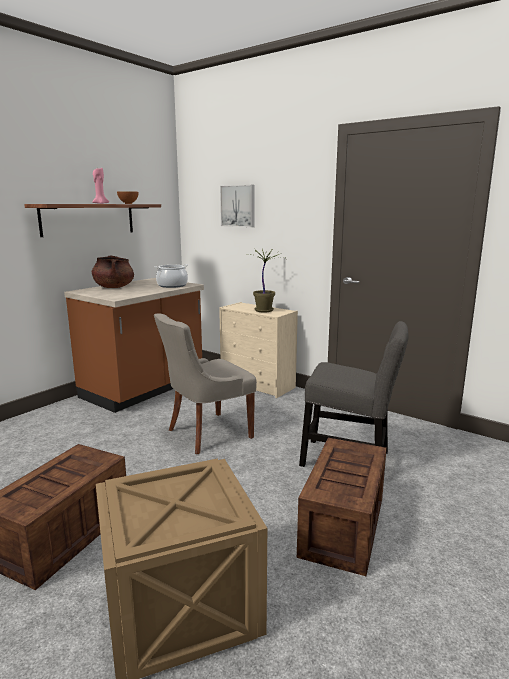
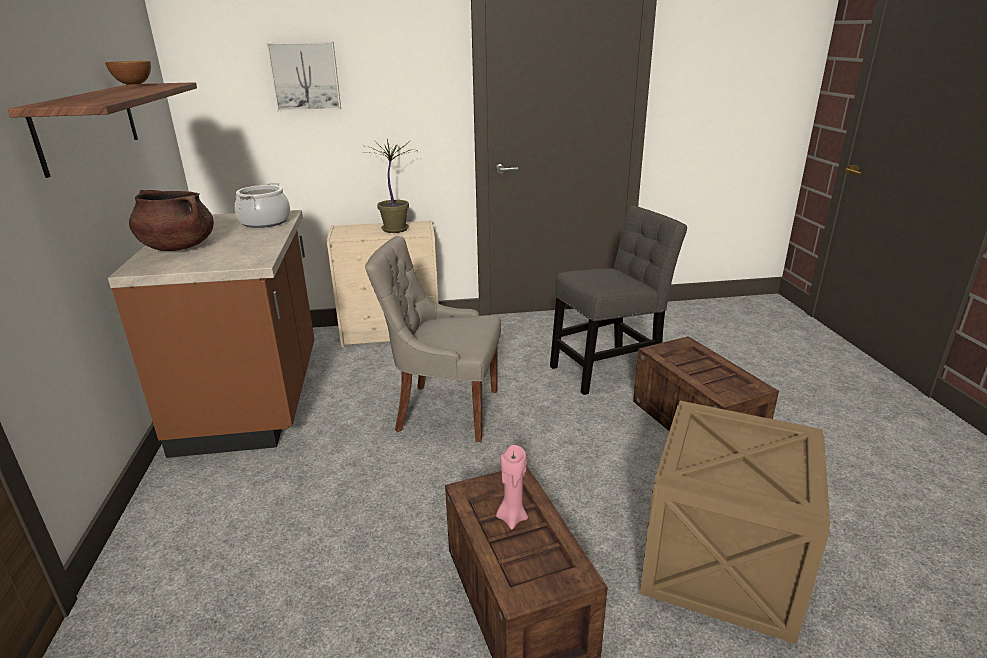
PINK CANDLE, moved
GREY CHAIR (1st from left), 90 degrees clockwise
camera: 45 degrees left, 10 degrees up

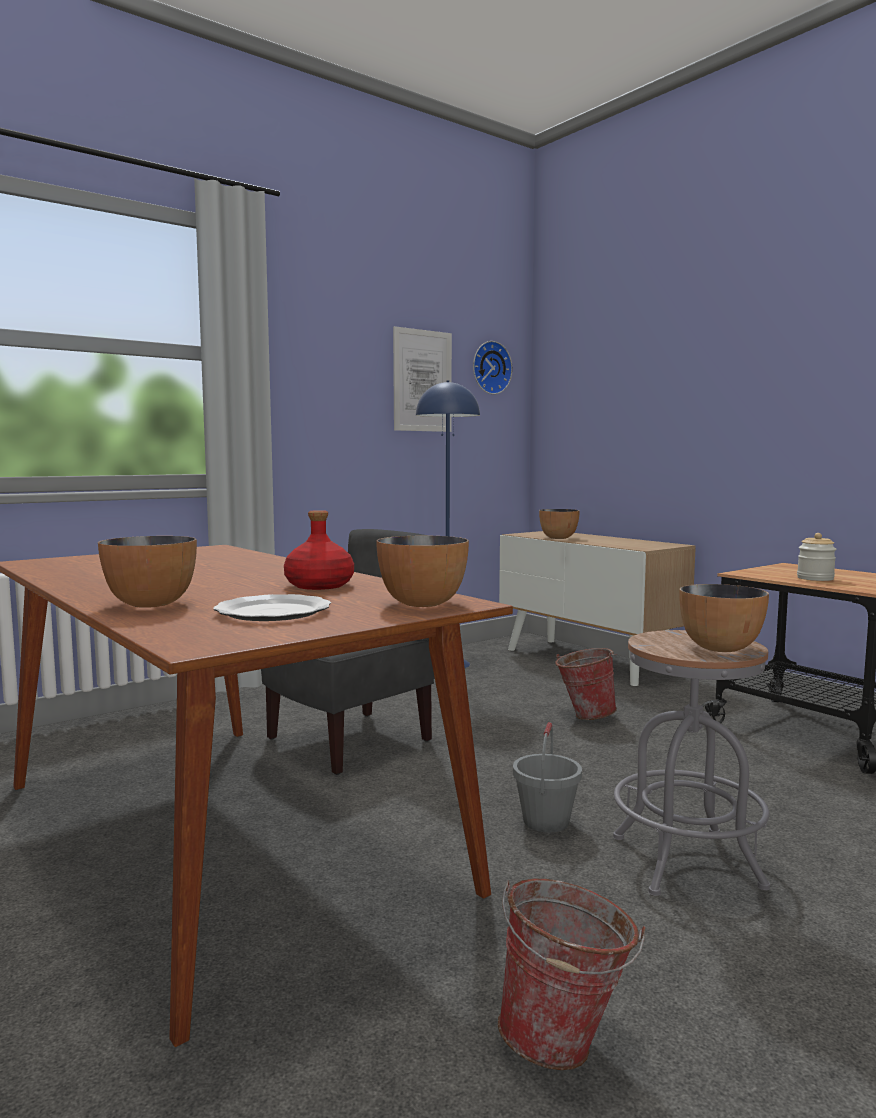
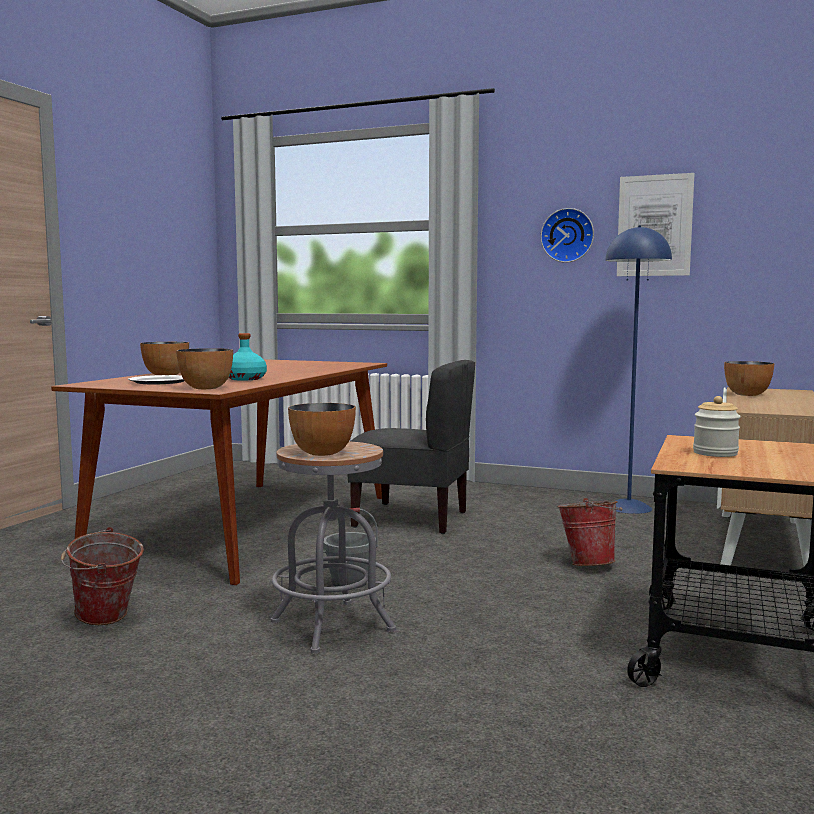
RED BOTTLE → TURQUOISE BOTTLE
WALL CLOCK, moved
camera: 60 degrees right, 0 degrees up

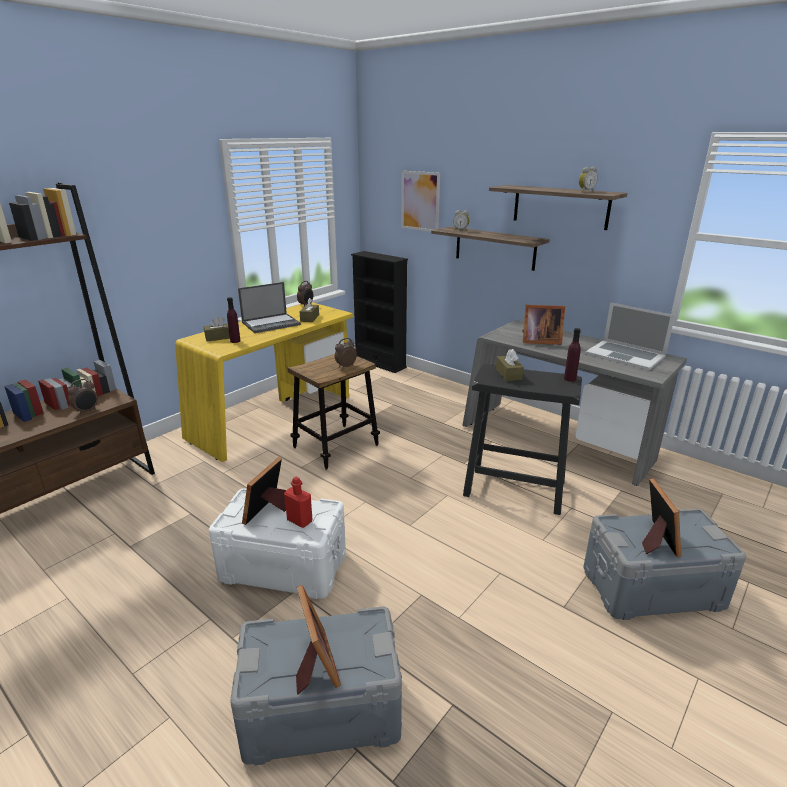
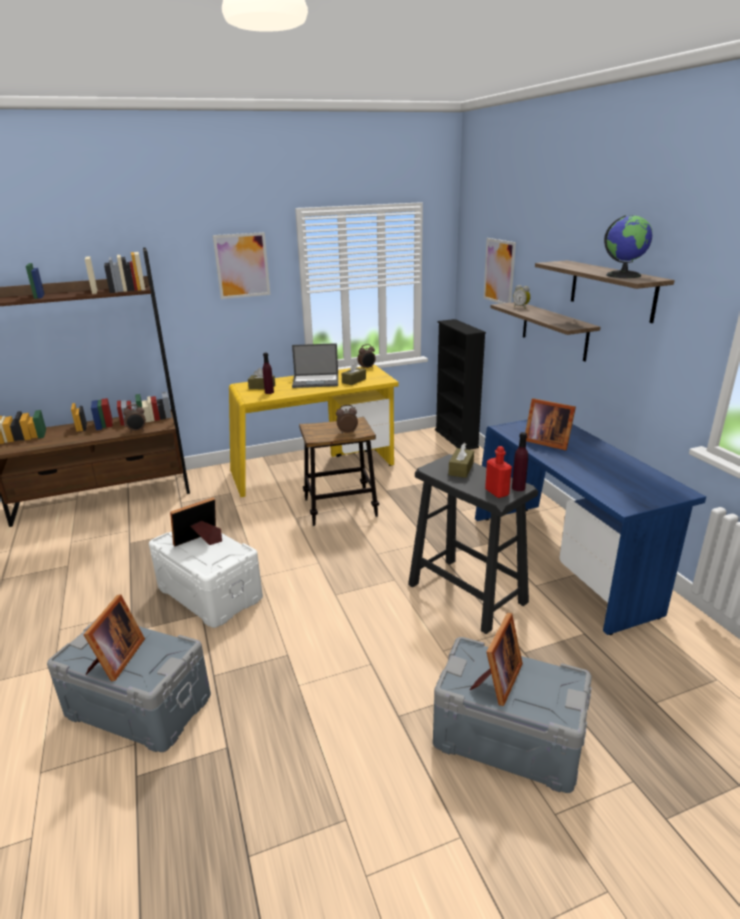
RED BOTTLE, moved
GREY DESK → BLUE DESK
ALARM CLOCK (5th from left) → GLOBE
LAPTOP (2nd from left) → -
- → PICTURE (1st from left)
camera: 30 degrees right, 0 degrees up

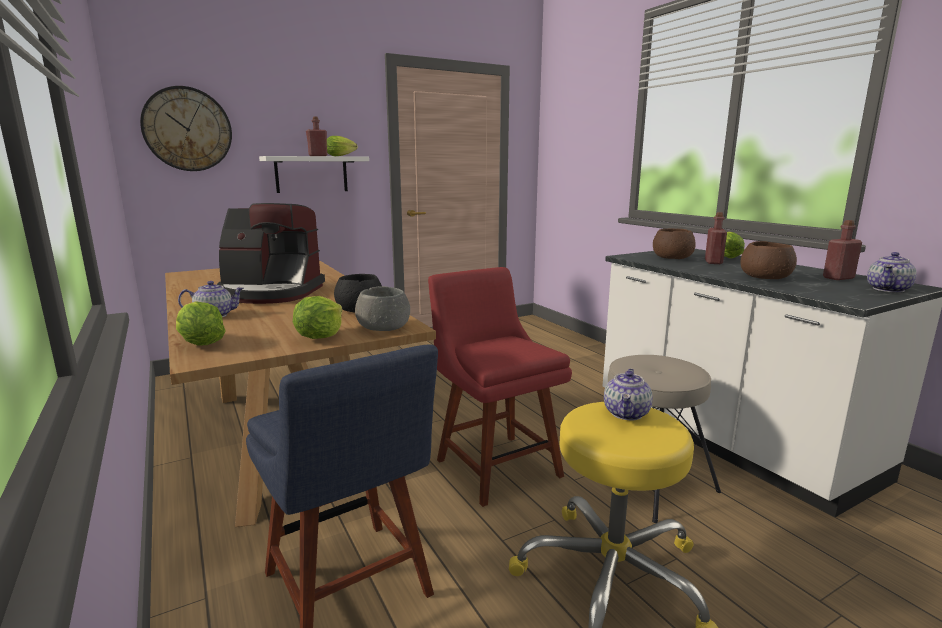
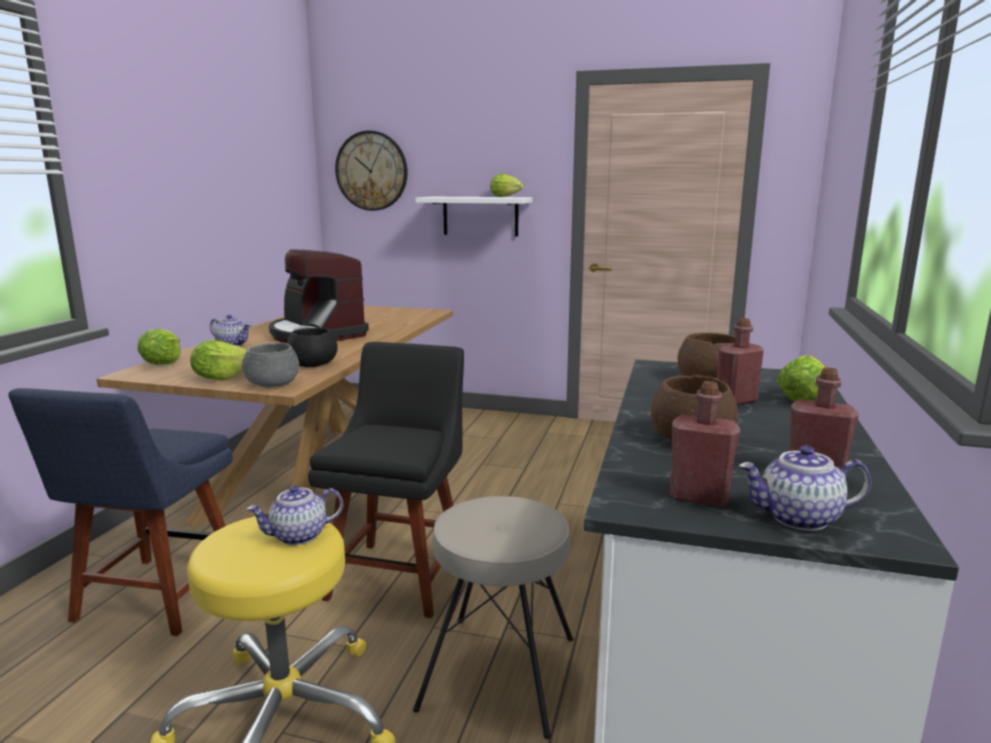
RED BOTTLE (1st from left), moved
RED CHAIR → BLACK CHAIR
camera: 45 degrees right, 0 degrees up

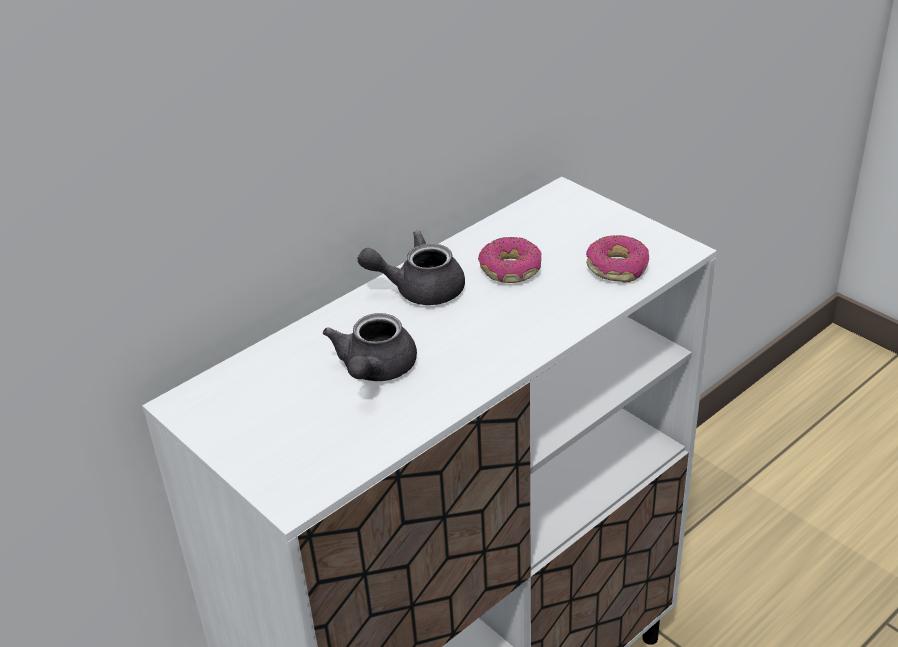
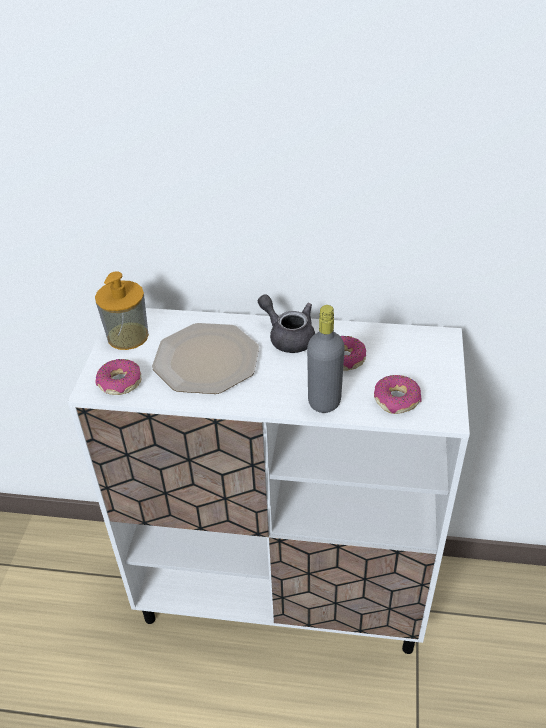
GREY TEAPOT (1st from left) → PLATE
- → SOAP DISPENSER
- → DONUT (1st from left)
- → GREY BOTTLE
camera: 50 degrees right, 5 degrees up

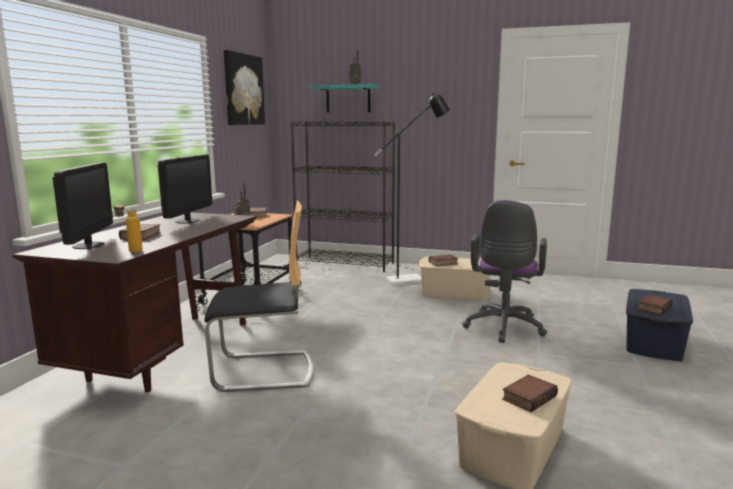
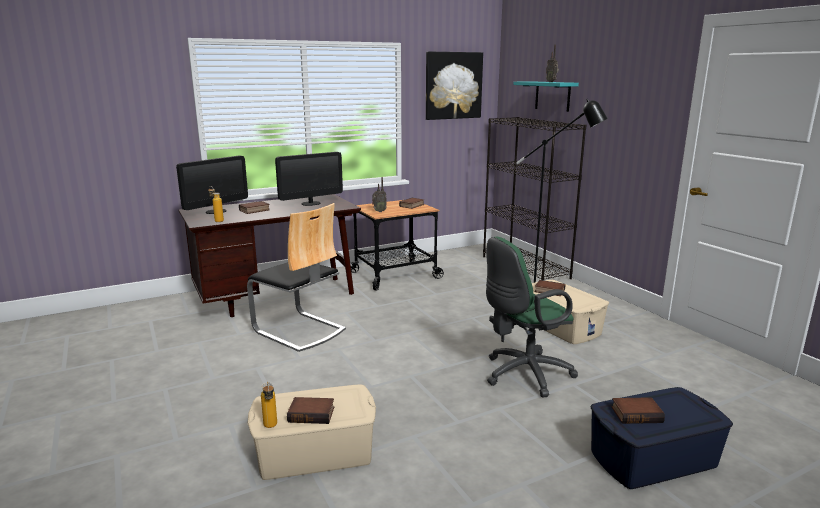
PURPLE OFFICE CHAIR → GREEN OFFICE CHAIR
- → BOTTLE (2nd from left)
camera: 45 degrees right, 5 degrees up

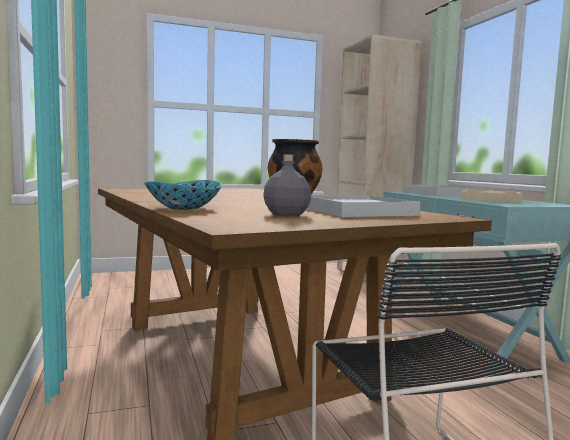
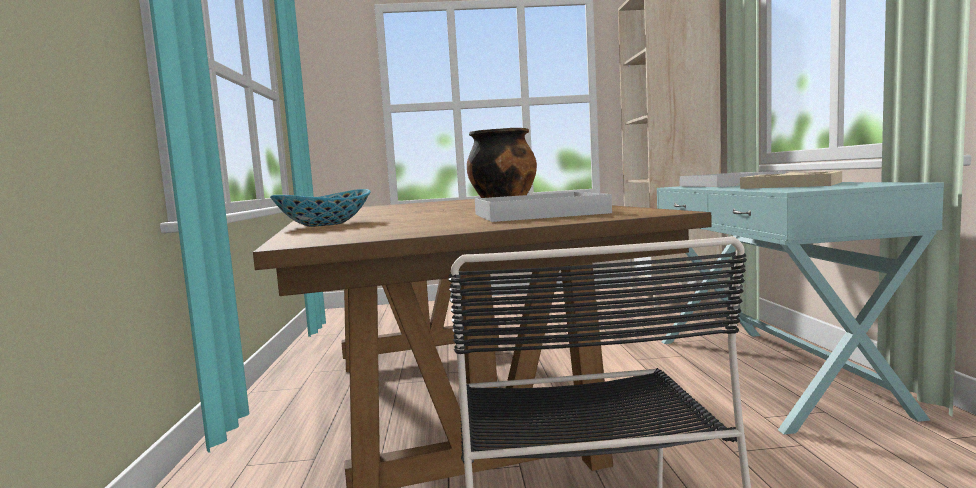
GREY BOTTLE → -
camera: 15 degrees right, 0 degrees up

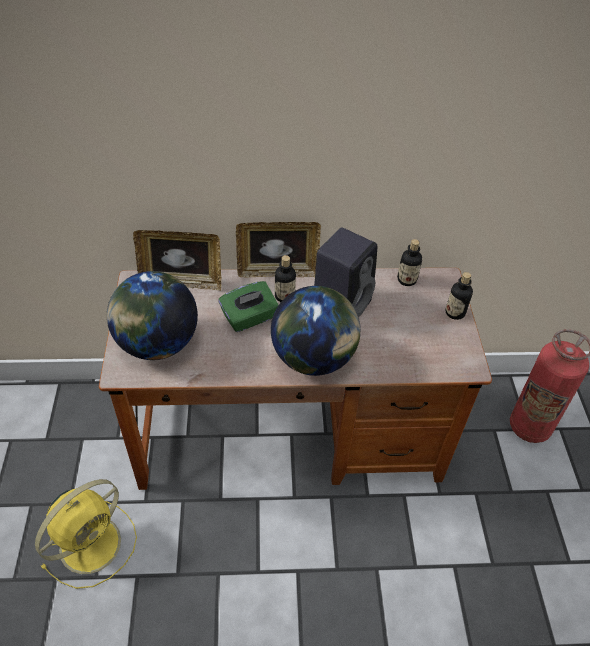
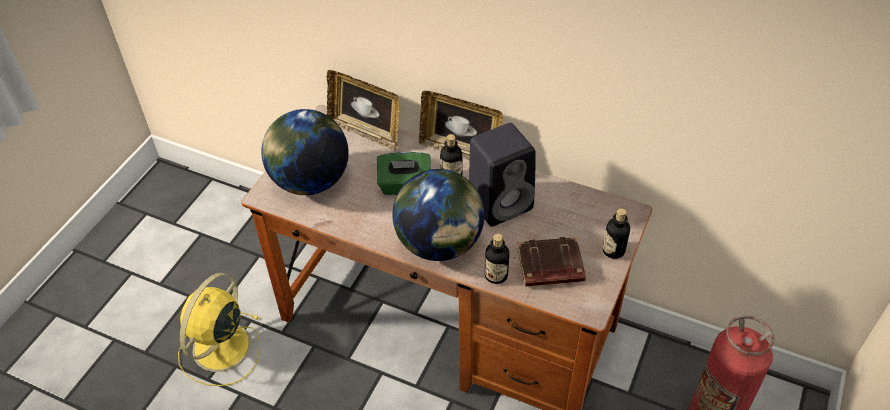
YELLOW FAN, 135 degrees clockwise
BOTTLE (2nd from left), moved
- → BROWN BOOK
camera: 30 degrees right, 0 degrees up

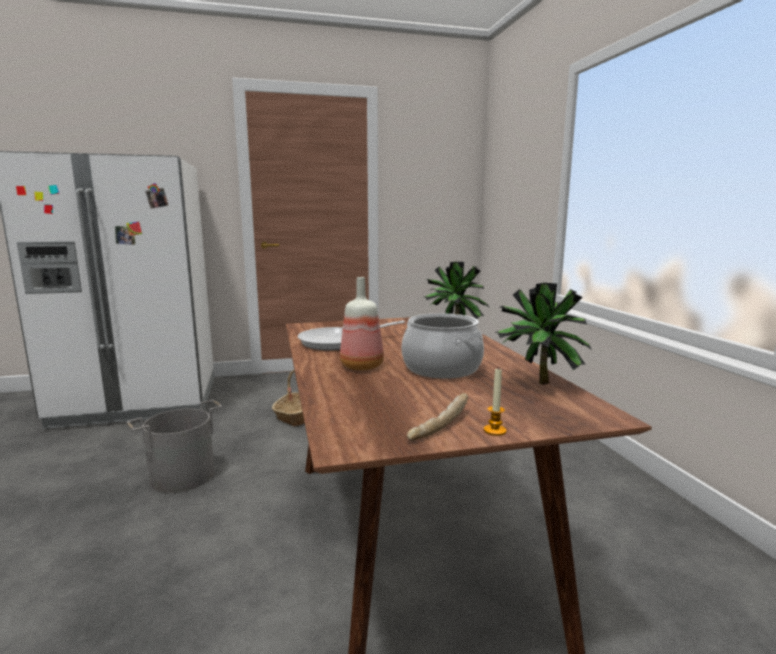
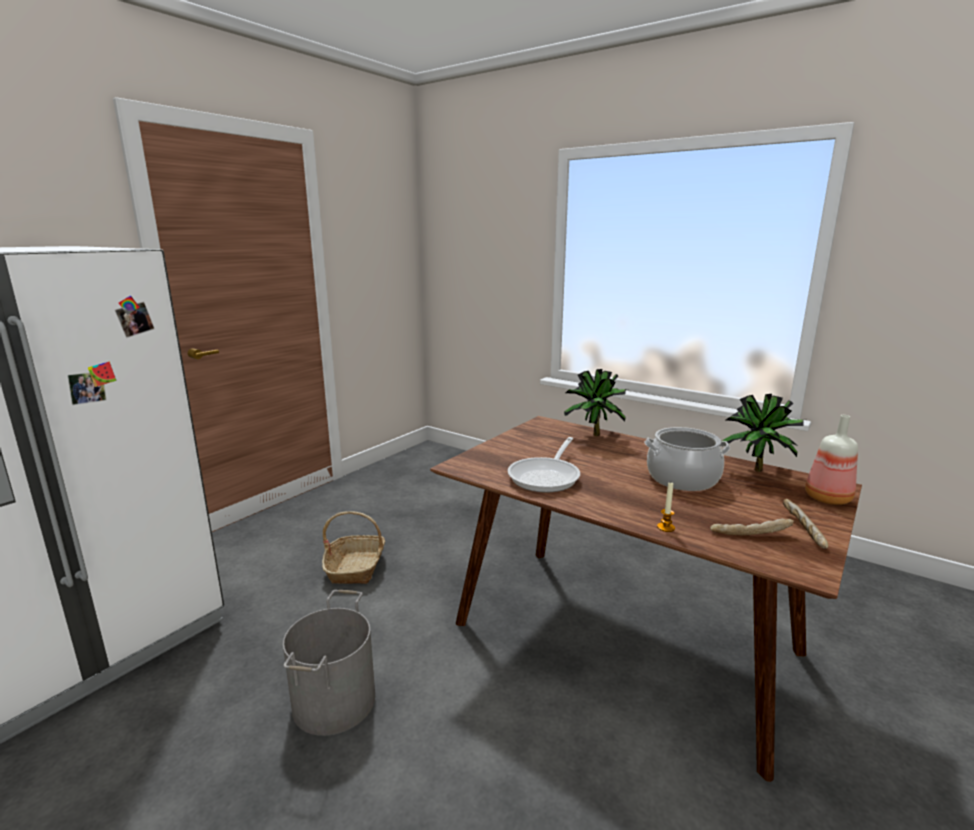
BOTTLE, moved
CANDLE, moved
- → BREAD (1st from left)
camera: 40 degrees left, 5 degrees up

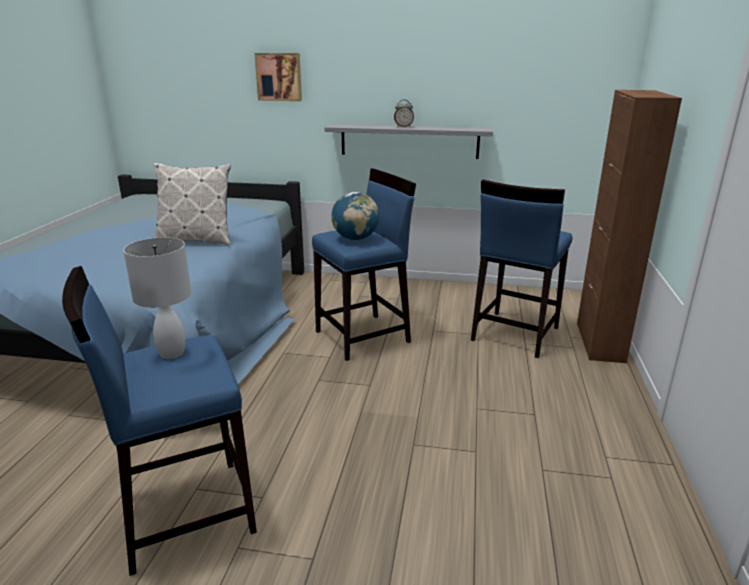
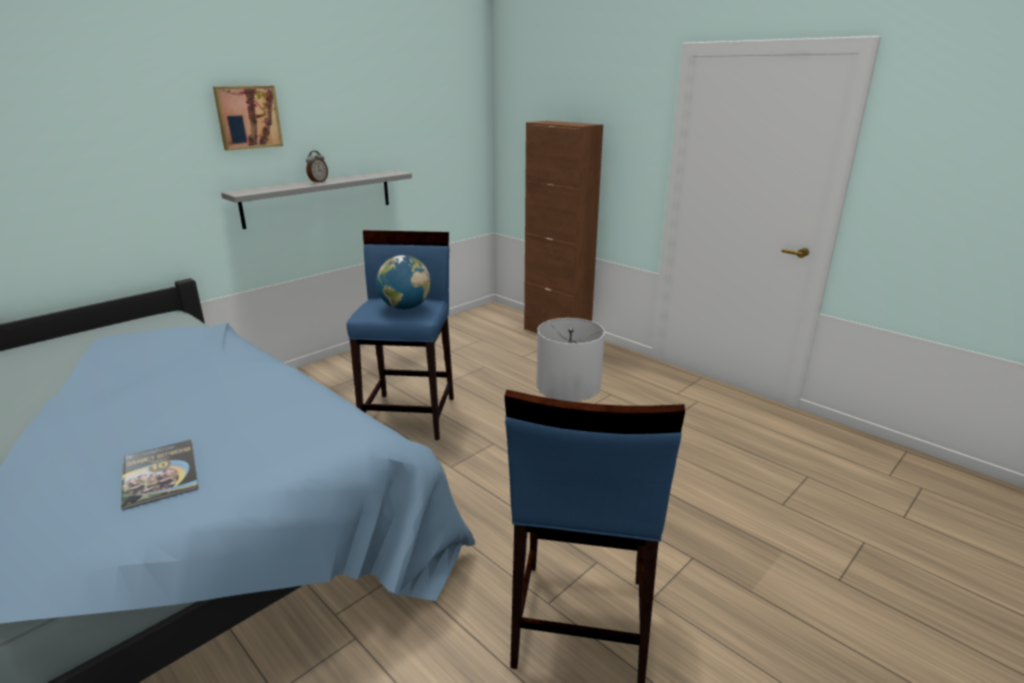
PILLOW → -
PICTURE, moved
BLUE STOOL (3rd from left) → -
- → BOOK
camera: 55 degrees left, 0 degrees up

